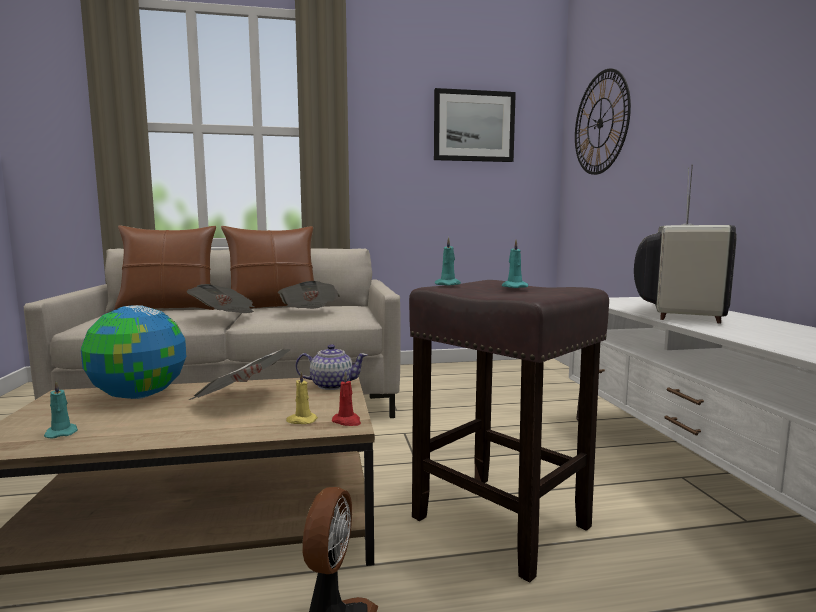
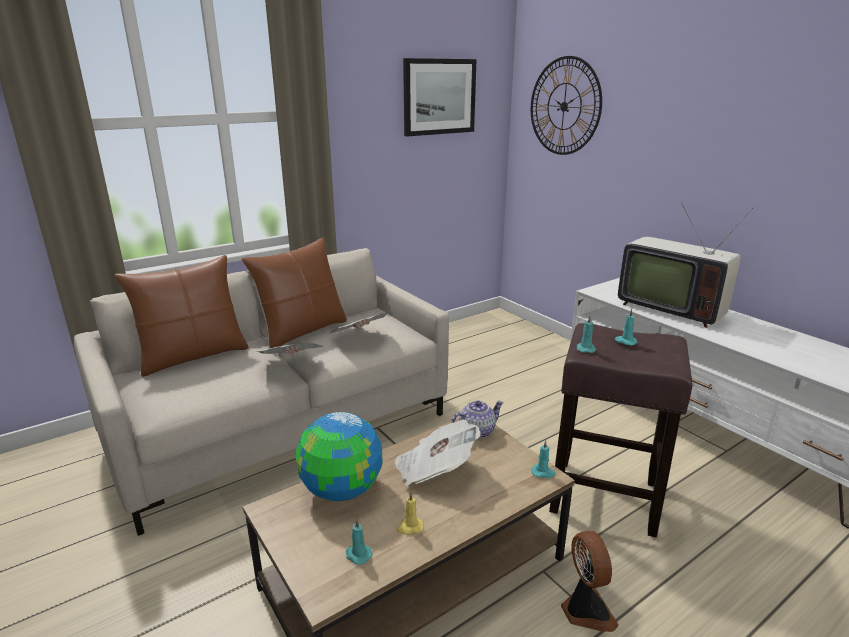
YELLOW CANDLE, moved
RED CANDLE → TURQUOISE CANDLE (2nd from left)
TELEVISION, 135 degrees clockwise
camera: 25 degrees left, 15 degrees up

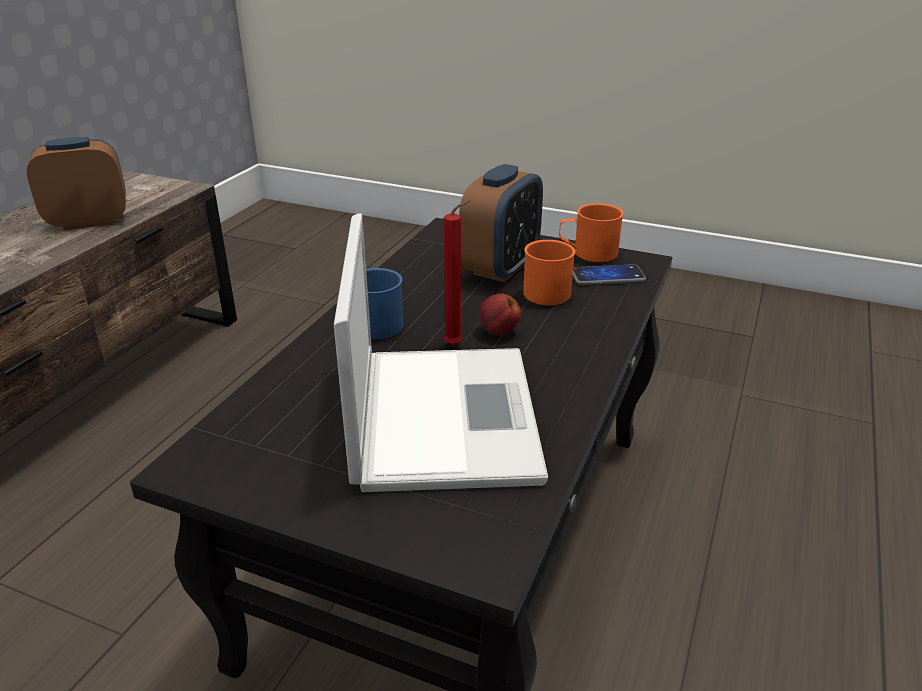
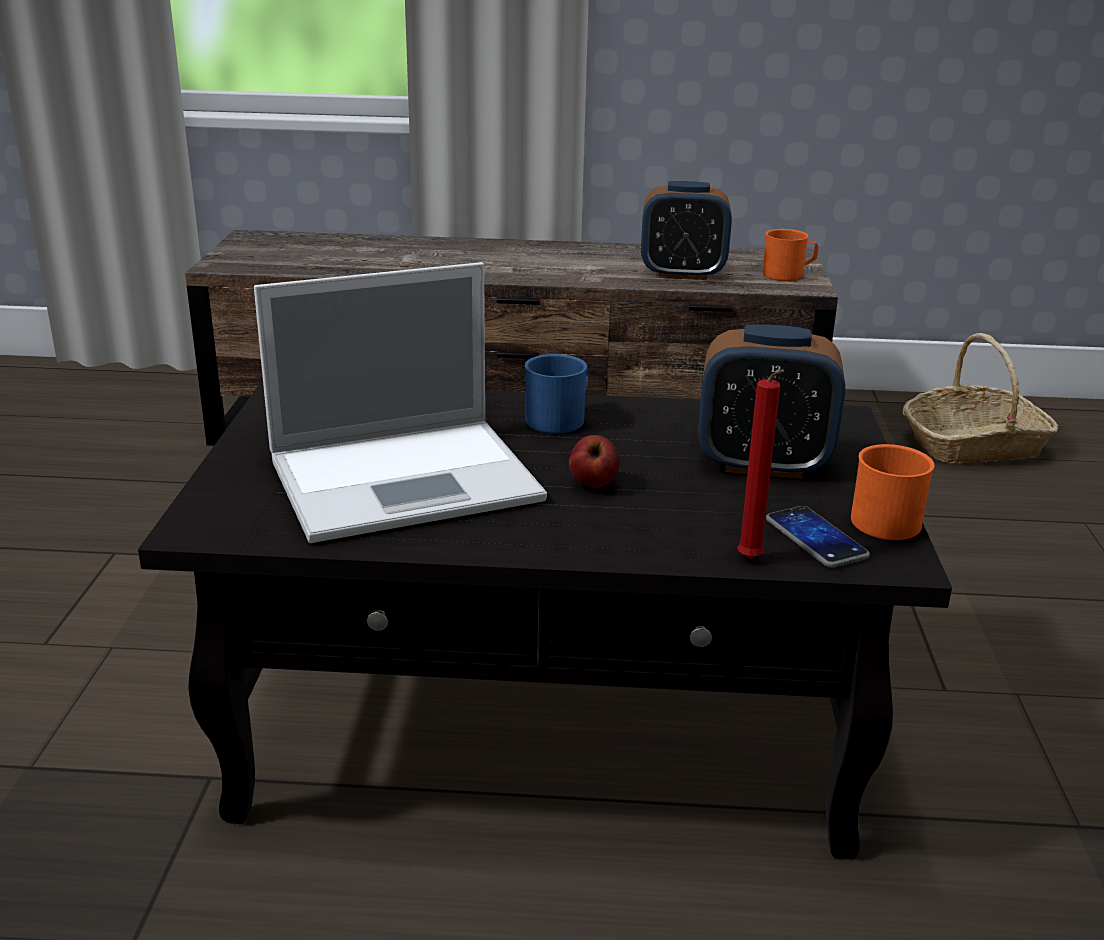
ALARM CLOCK (1st from left), 135 degrees clockwise
RED CANDLE, moved
ORANGE MUG (1st from left), moved
- → BASKET
camera: 70 degrees right, 5 degrees down

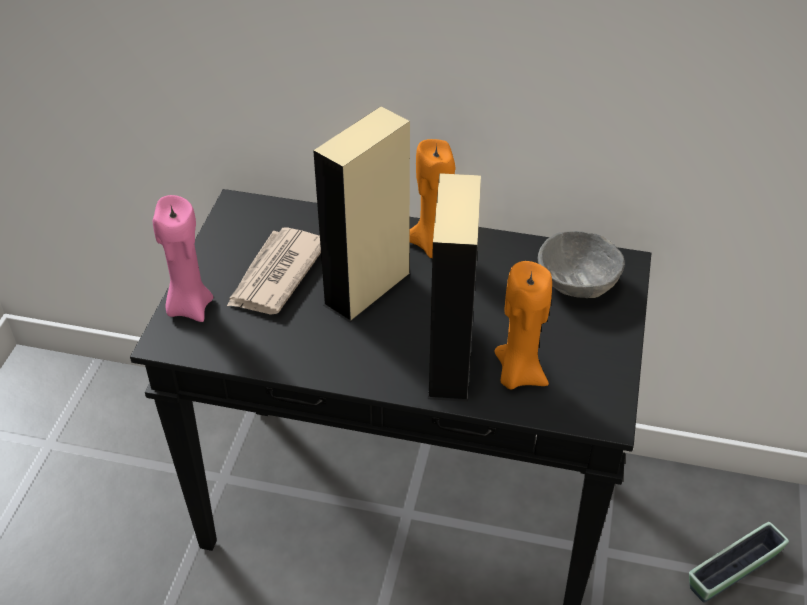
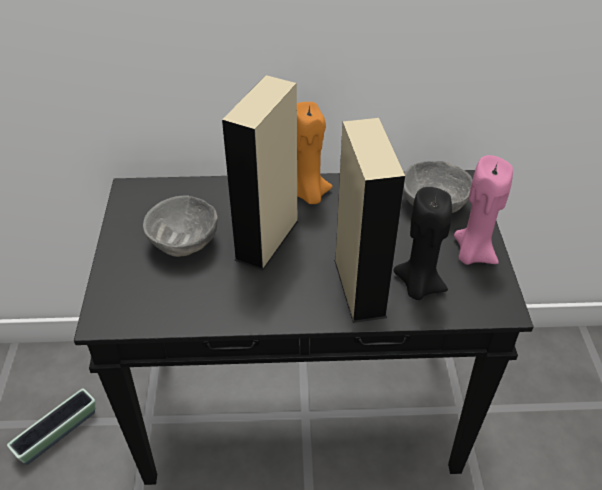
PINK CANDLE, moved
NEWSPAPER → GREY BOWL (1st from left)
ORANGE CANDLE (2nd from left) → BLACK CANDLE
PLANTER, moved
camera: 15 degrees left, 0 degrees up

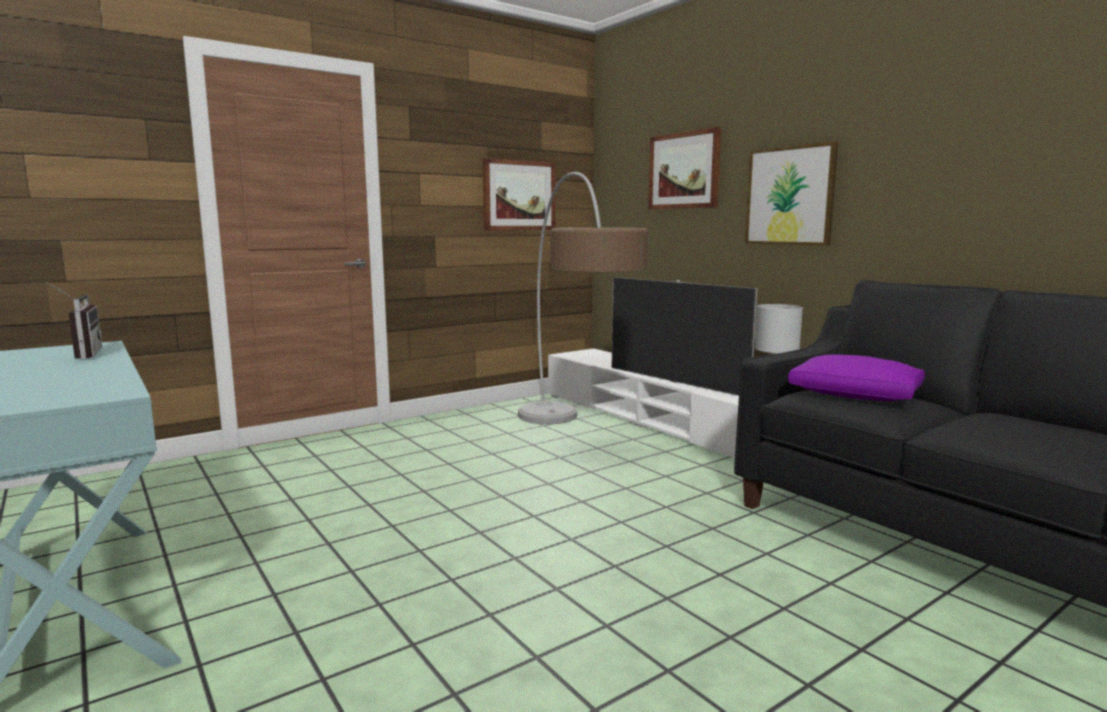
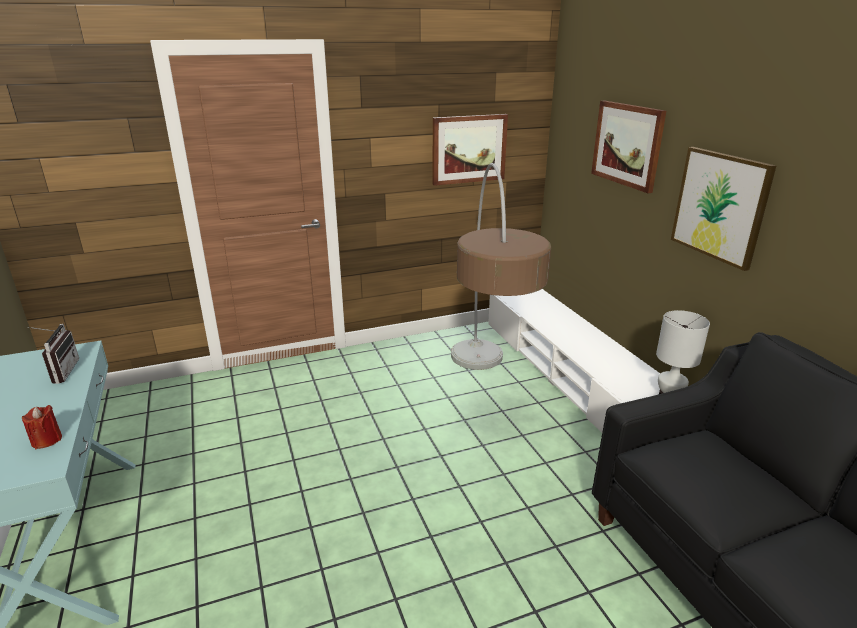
TELEVISION → -
PURPLE PILLOW → -
- → RED CANDLE
camera: 15 degrees right, 15 degrees up

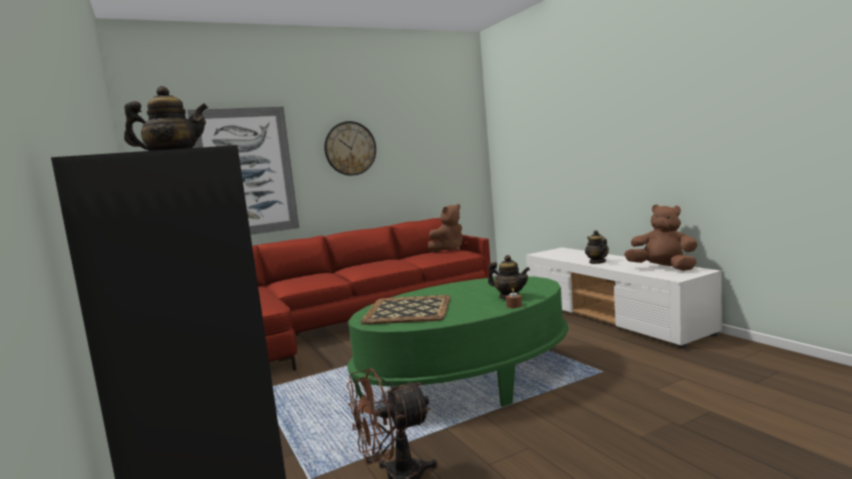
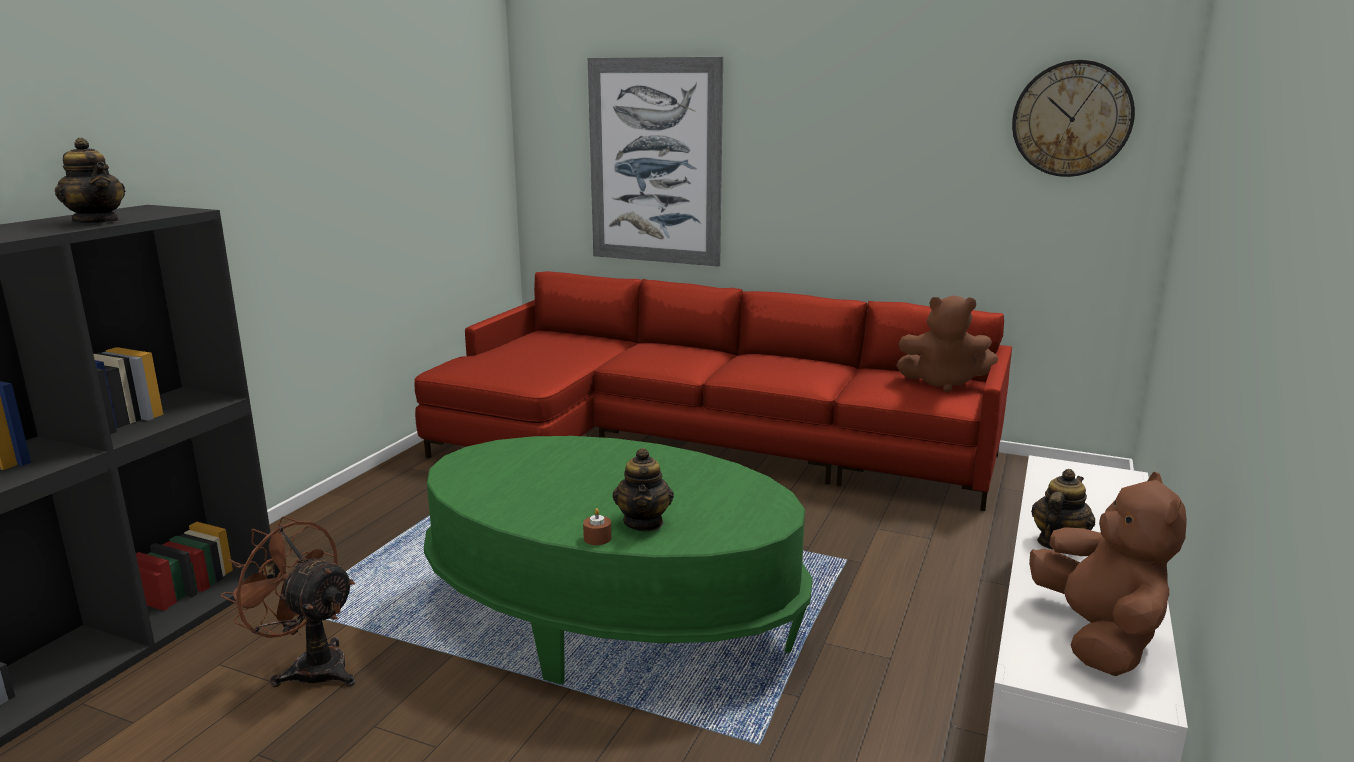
WALL CLOCK, moved
TRAY → -
camera: 50 degrees right, 10 degrees up

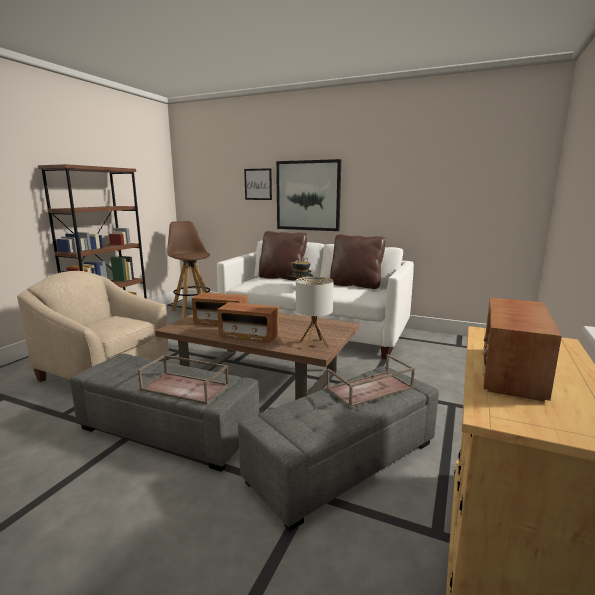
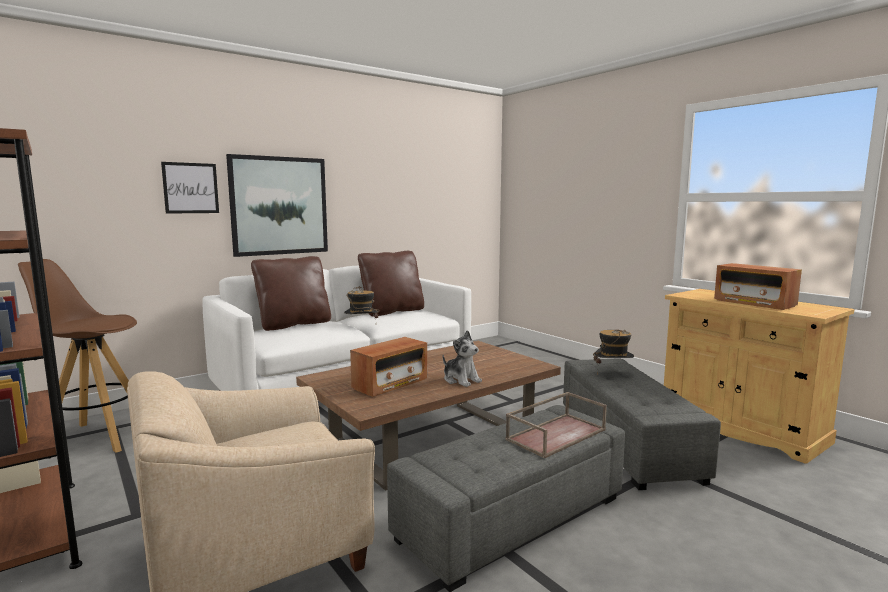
RADIO (2nd from left) → PLUSH TOY
TABLE LAMP → -
BROWN TRAY (2nd from left) → HAT (2nd from left)
camera: 60 degrees left, 5 degrees down

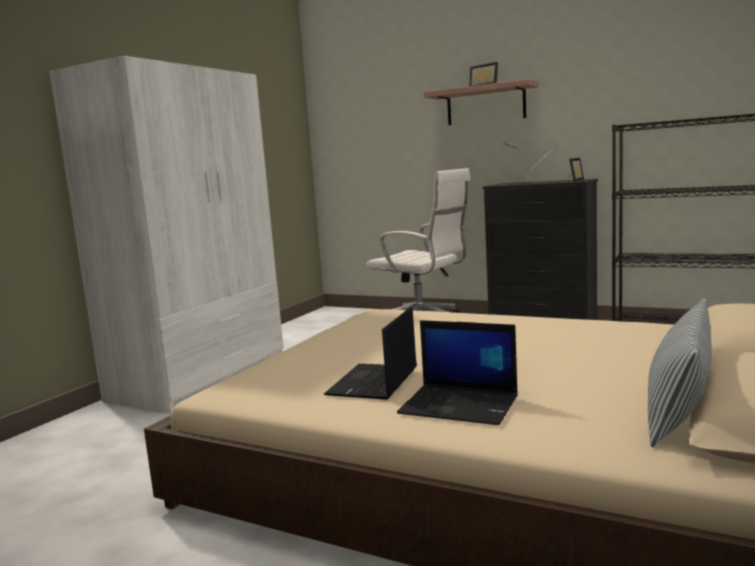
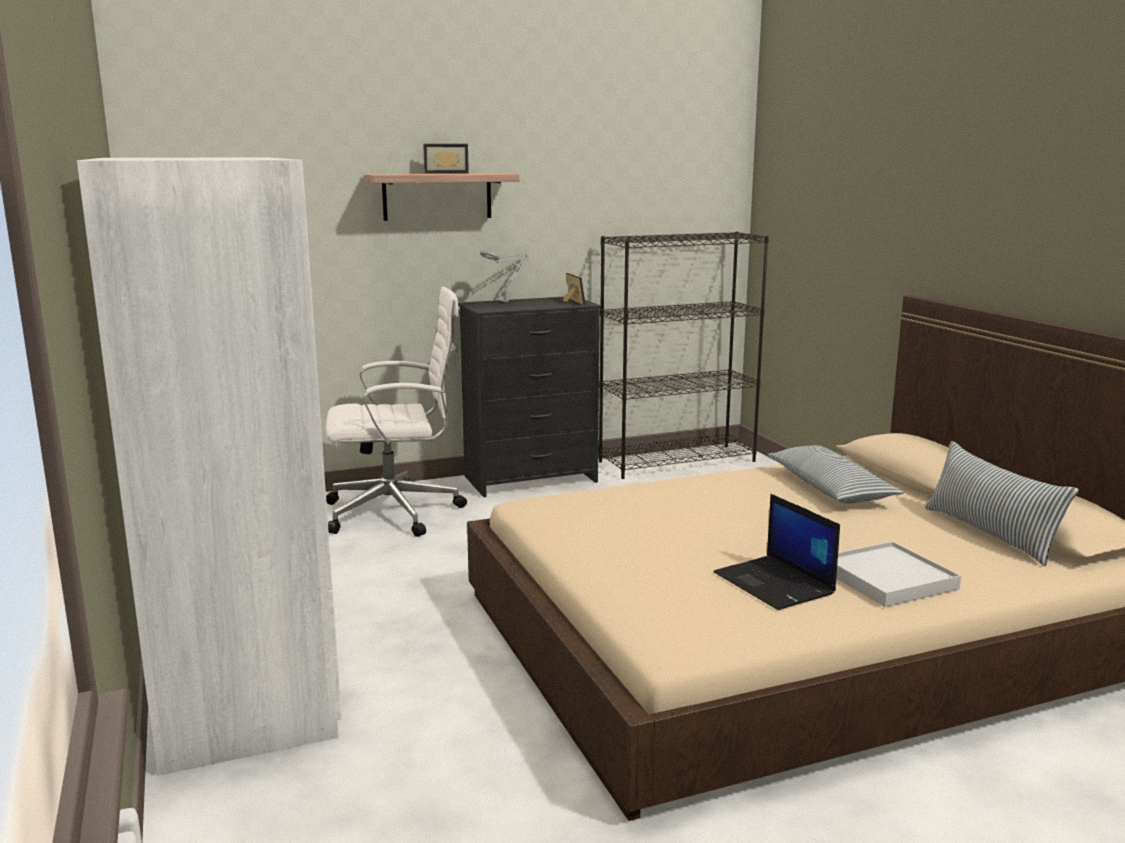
LAPTOP (2nd from left) → WHITE TRAY
- → PILLOW (1st from left)
camera: 50 degrees left, 5 degrees up

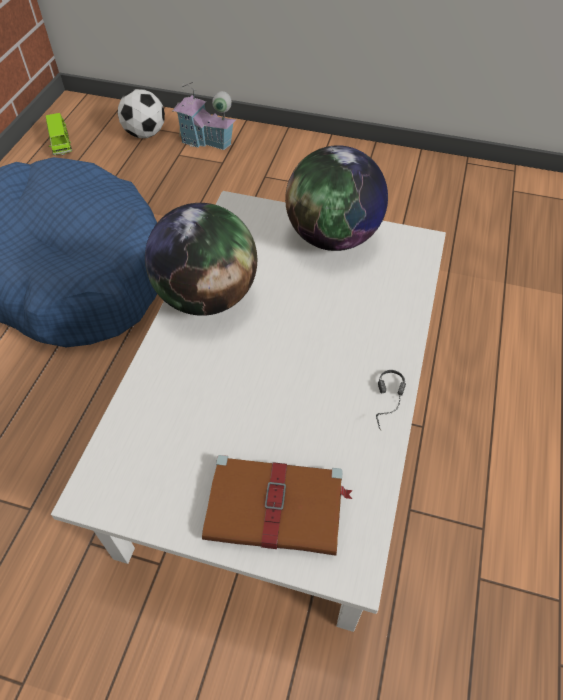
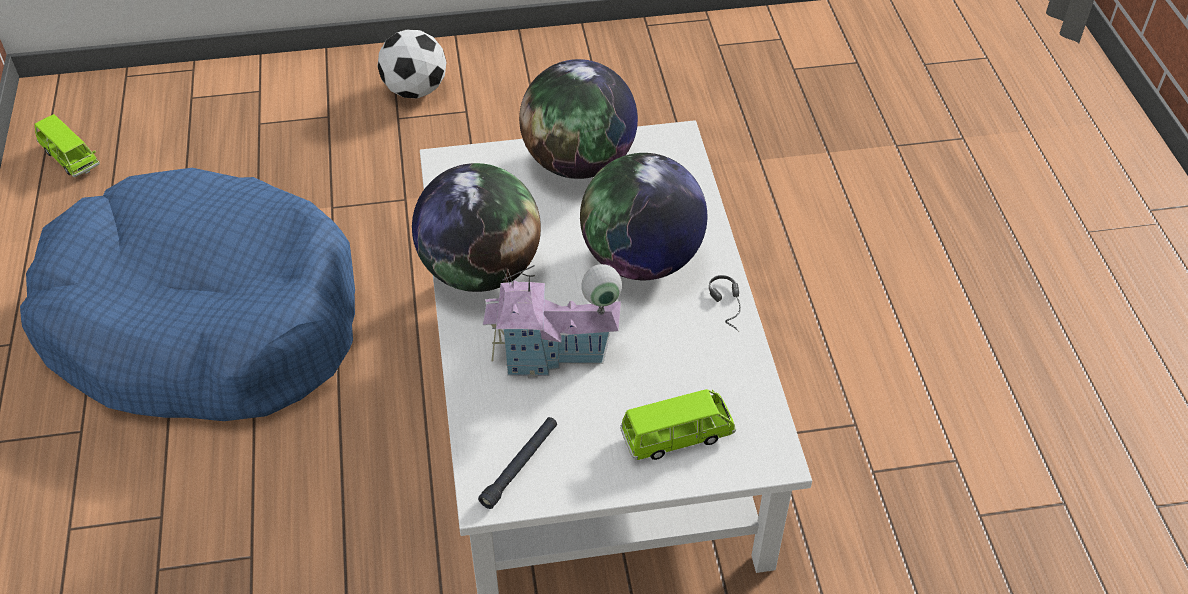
FOOTBALL, moved
TOY HOUSE, moved
BROWN BOOK → GREEN TOY CAR (2nd from left)
- → BLACK FLASHLIGHT
- → GLOBE (3rd from left)
camera: 25 degrees left, 5 degrees down

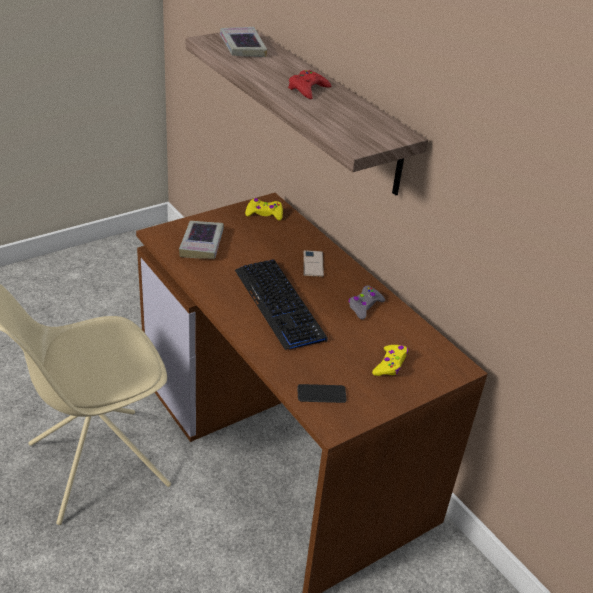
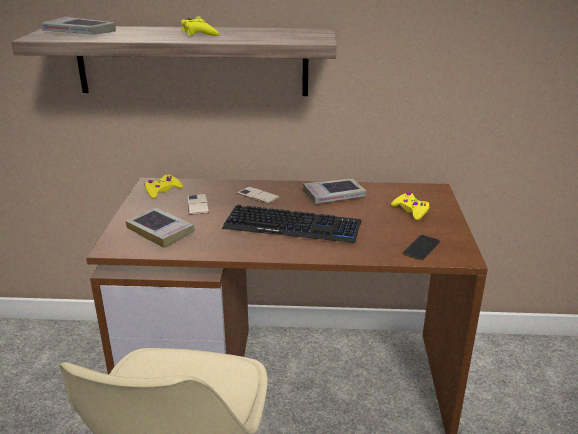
RED GAME CONTROLLER → YELLOW GAME CONTROLLER (2nd from left)
GREY GAME CONTROLLER → BOOK (3rd from left)
- → PHONE (1st from left)
camera: 50 degrees left, 10 degrees down

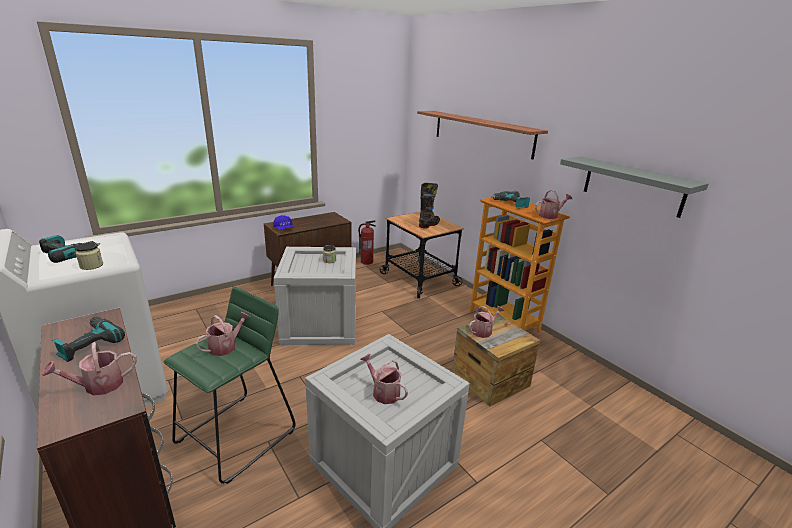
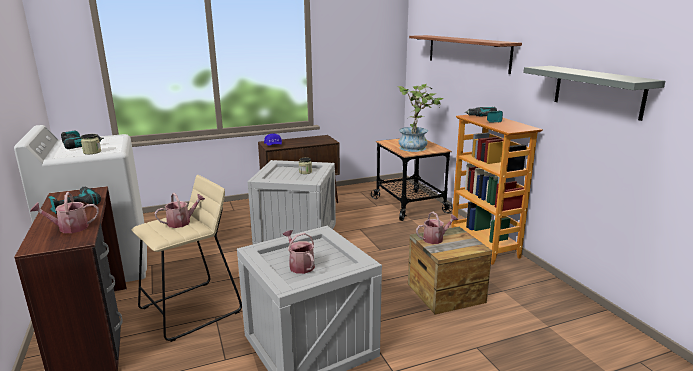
GREEN STOOL → BEIGE STOOL
FIRE EXTINGUISHER → -
BLACK BOOT → POTTED PLANT
WATERING CAN (5th from left) → -
camera: 15 degrees right, 5 degrees down

